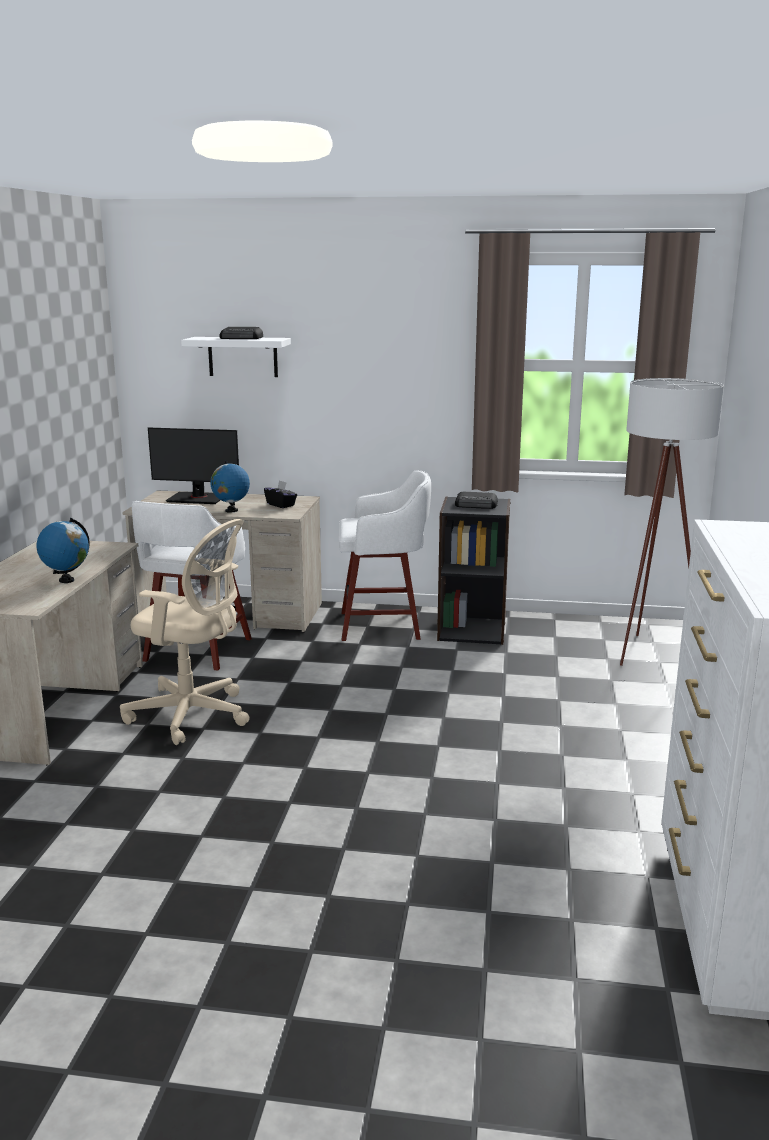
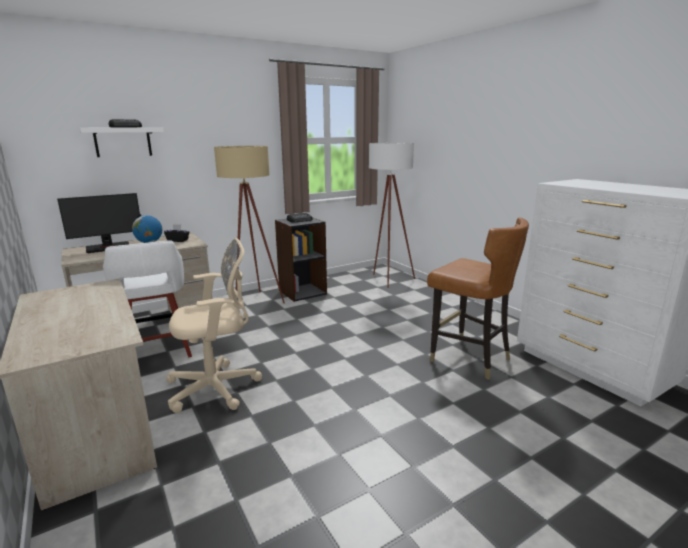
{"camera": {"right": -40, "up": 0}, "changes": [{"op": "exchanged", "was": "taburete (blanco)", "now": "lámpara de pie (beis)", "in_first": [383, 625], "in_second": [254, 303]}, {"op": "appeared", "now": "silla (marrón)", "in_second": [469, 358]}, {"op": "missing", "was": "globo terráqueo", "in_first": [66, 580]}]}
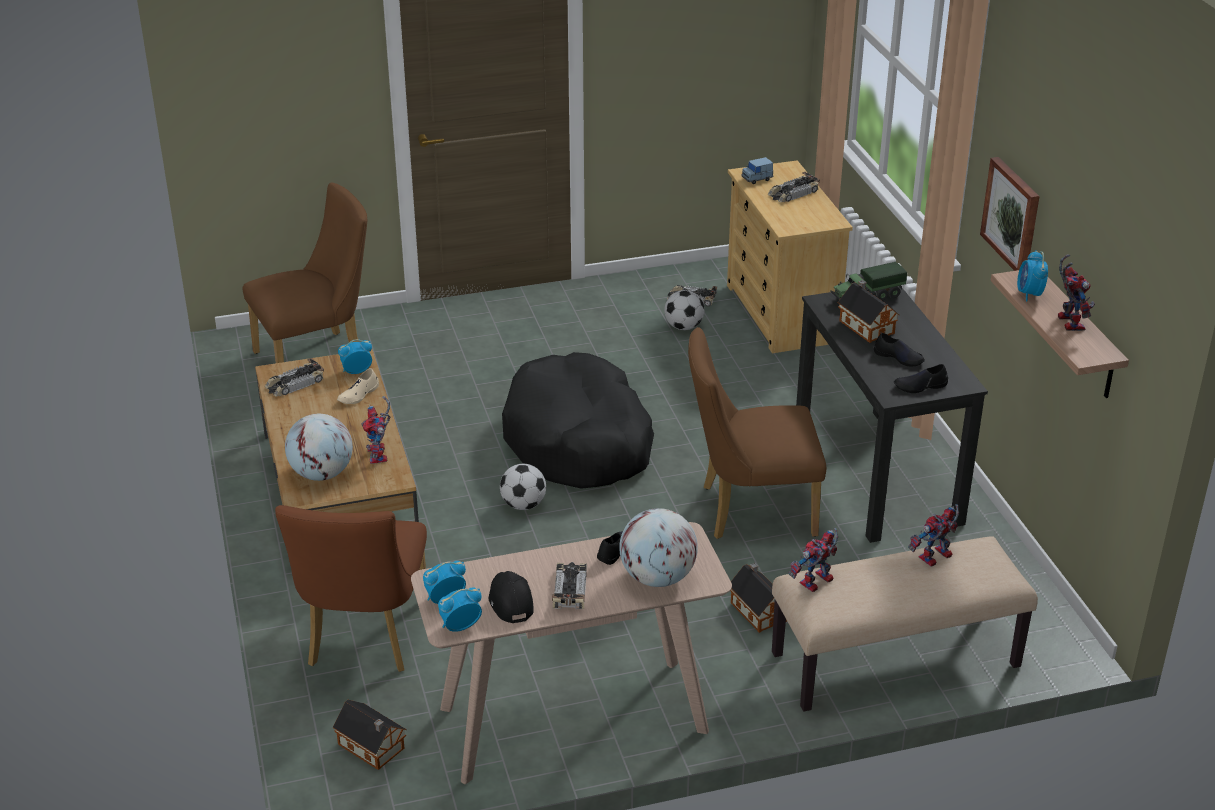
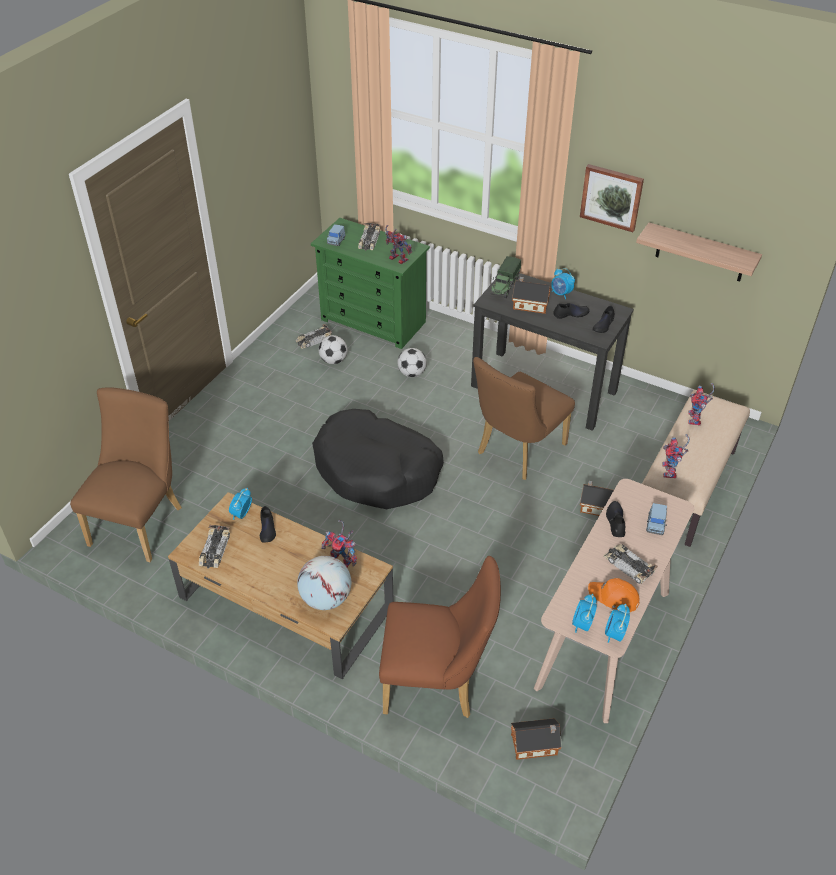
{"camera": {"right": -45, "up": 10}, "changes": [{"op": "colour", "was": "zapato (beis)", "now": "zapato (negro)", "in_first": [358, 395], "in_second": [267, 529]}, {"op": "colour", "was": "cómoda (beis)", "now": "cómoda (verde)", "in_first": [781, 314], "in_second": [373, 321]}, {"op": "spun", "was": "silla (marrón)", "in_first": [364, 639], "in_second": [437, 683], "clockwise": -45}, {"op": "relocated", "was": "robot de juguete", "in_first": [1067, 321], "in_second": [396, 259]}, {"op": "relocated", "was": "balón de fútbol", "in_first": [523, 505], "in_second": [412, 373]}, {"op": "relocated", "was": "despertador", "in_first": [1029, 294], "in_second": [561, 294]}, {"op": "colour", "was": "gorra (negro)", "now": "gorra (naranja)", "in_first": [510, 601], "in_second": [614, 598]}, {"op": "exchanged", "was": "globo terráqueo", "now": "coche de juguete (azul)", "in_first": [657, 578], "in_second": [655, 525]}]}
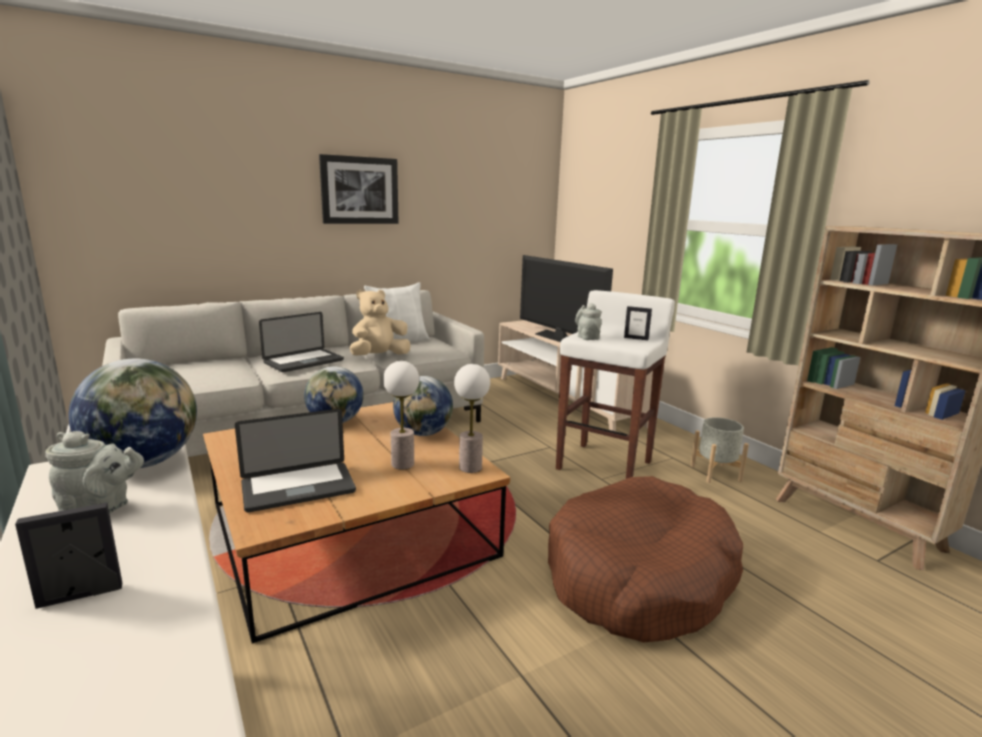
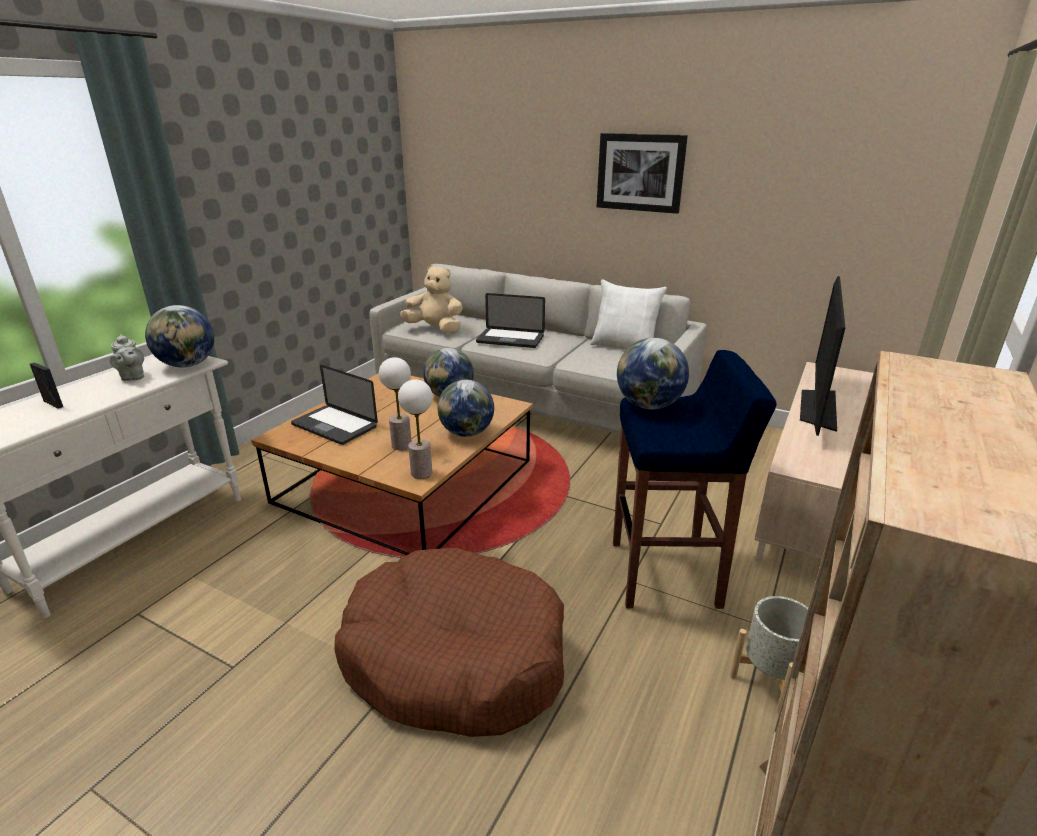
{"camera": {"right": 60, "up": 10}, "changes": [{"op": "relocated", "was": "peluche (beis)", "in_first": [379, 356], "in_second": [435, 329]}, {"op": "colour", "was": "taburete (blanco)", "now": "taburete (azul)", "in_first": [605, 465], "in_second": [666, 574]}, {"op": "exchanged", "was": "tetera (gris)", "now": "globo terráqueo", "in_first": [587, 337], "in_second": [648, 406]}, {"op": "missing", "was": "portarretratos", "in_first": [636, 338]}]}
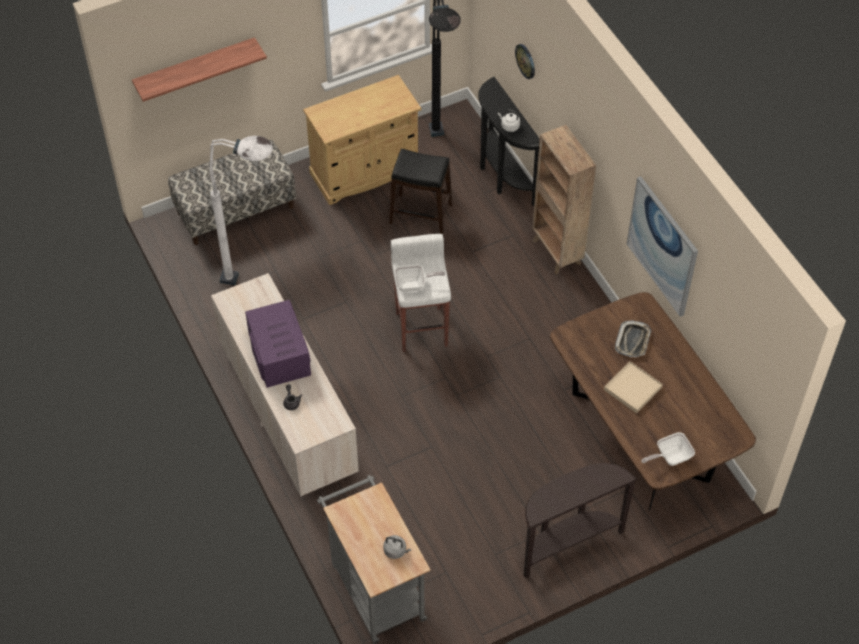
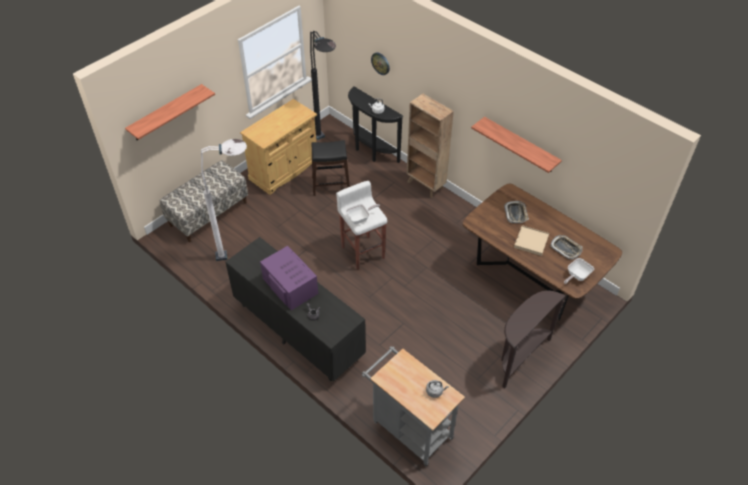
{"camera": {"right": -20, "up": -5}, "changes": [{"op": "colour", "was": "cómoda (beis)", "now": "cómoda (negro)", "in_first": [288, 413], "in_second": [298, 330]}, {"op": "exchanged", "was": "cuadro", "now": "estante", "in_first": [662, 246], "in_second": [520, 145]}, {"op": "appeared", "now": "bandeja", "in_second": [566, 248]}]}
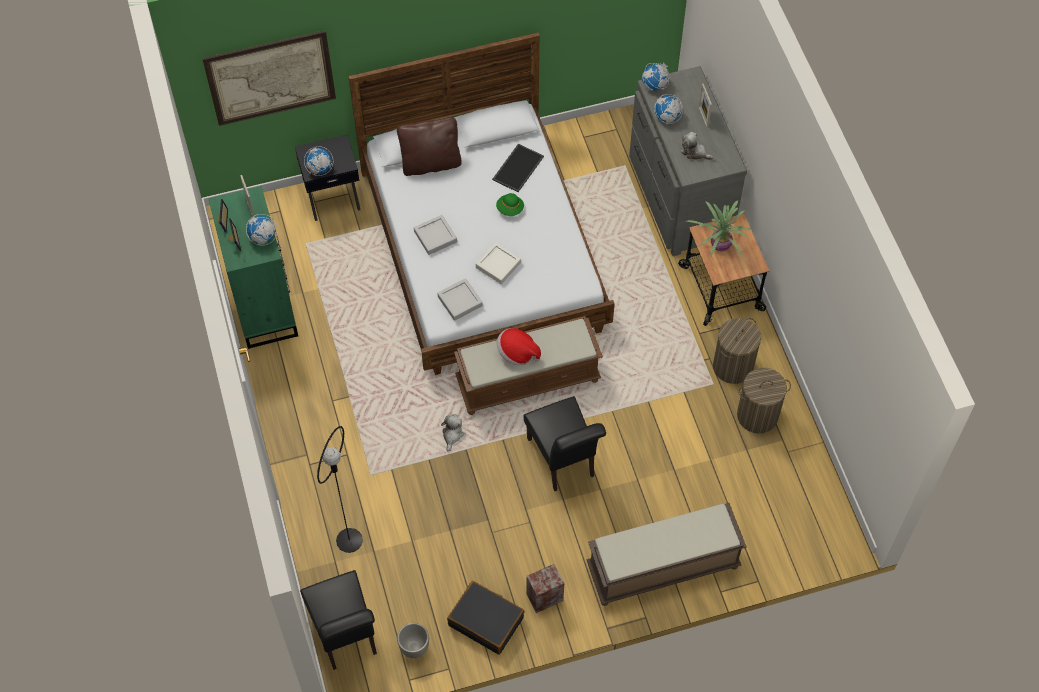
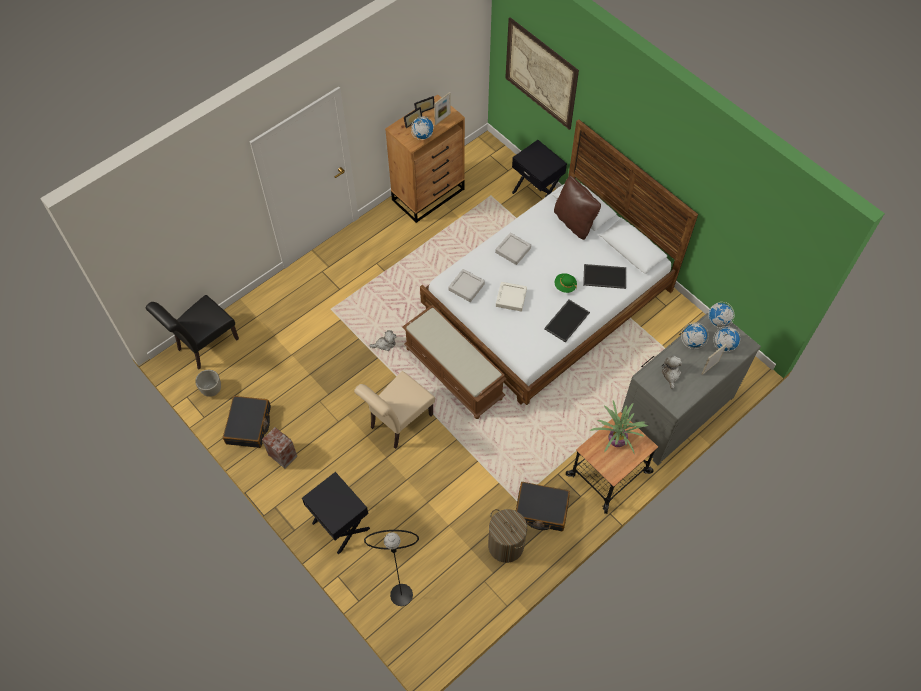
{"camera": {"right": 65, "up": 0}, "changes": [{"op": "exchanged", "was": "banco (marrón)", "now": "mesita de noche (negro)", "in_first": [662, 568], "in_second": [340, 526]}, {"op": "colour", "was": "silla (negro)", "now": "silla (beis)", "in_first": [563, 461], "in_second": [398, 423]}, {"op": "relocated", "was": "lámpara de pie (negro)", "in_first": [349, 540], "in_second": [401, 595]}, {"op": "colour", "was": "cómoda (verde)", "now": "cómoda (marrón)", "in_first": [264, 306], "in_second": [429, 194]}, {"op": "exchanged", "was": "cesto de la ropa", "now": "maleta (negro)", "in_first": [733, 366], "in_second": [541, 510]}, {"op": "appeared", "now": "bandeja", "in_second": [566, 320]}, {"op": "relocated", "was": "globo terráqueo", "in_first": [319, 169], "in_second": [724, 345]}, {"op": "missing", "was": "sombrero", "in_first": [517, 353]}]}
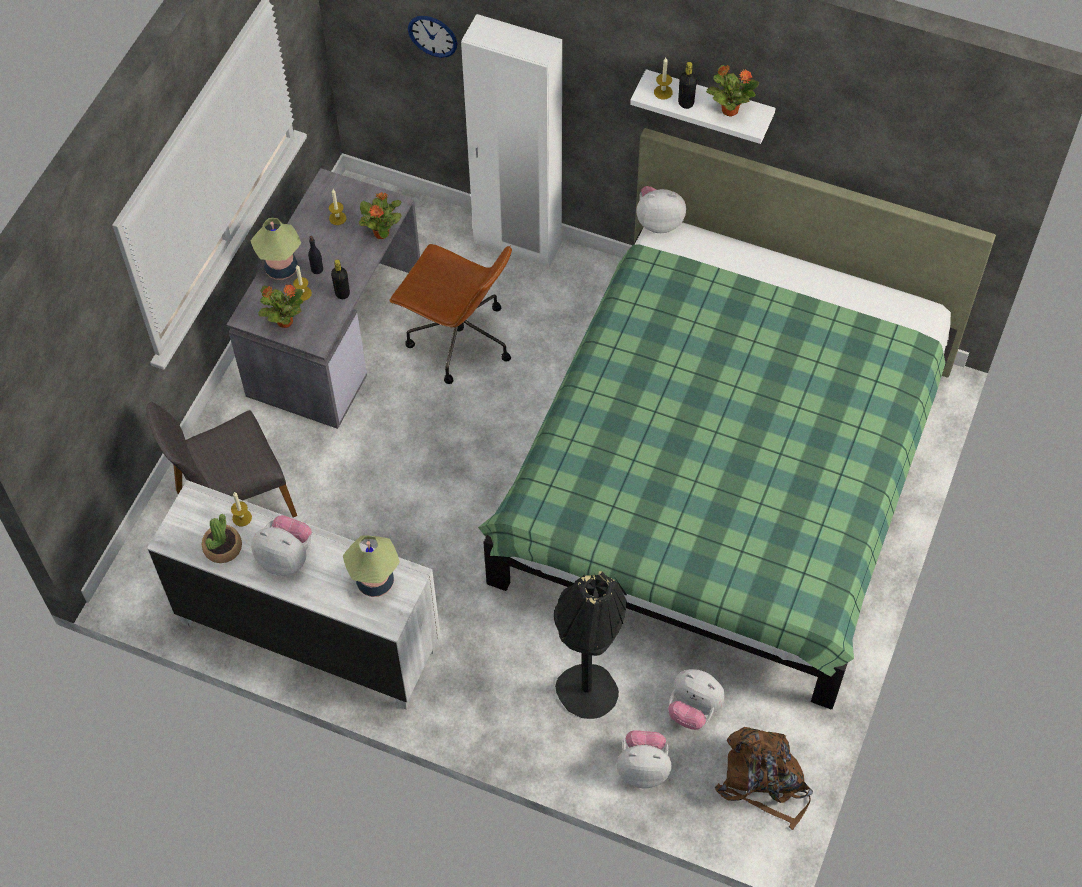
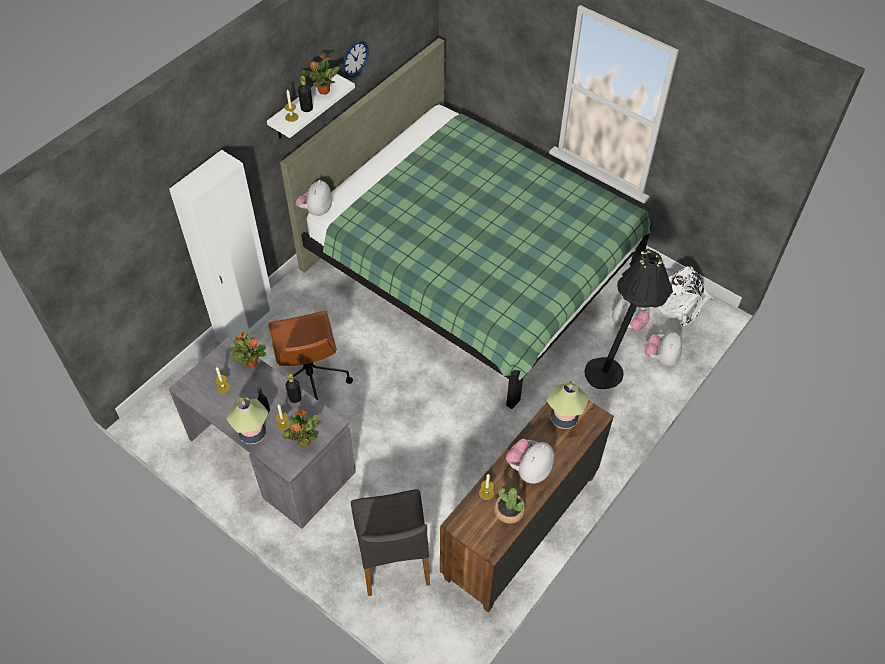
{"camera": {"right": -75, "up": -5}, "changes": [{"op": "spun", "was": "silla de oficina (marrón)", "in_first": [458, 339], "in_second": [311, 380], "clockwise": 120}, {"op": "relocated", "was": "reloj de pared", "in_first": [432, 36], "in_second": [355, 58]}, {"op": "colour", "was": "cómoda (blanco)", "now": "cómoda (marrón)", "in_first": [308, 634], "in_second": [520, 526]}, {"op": "colour", "was": "mochila (marrón)", "now": "mochila (blanco)", "in_first": [764, 780], "in_second": [680, 303]}]}
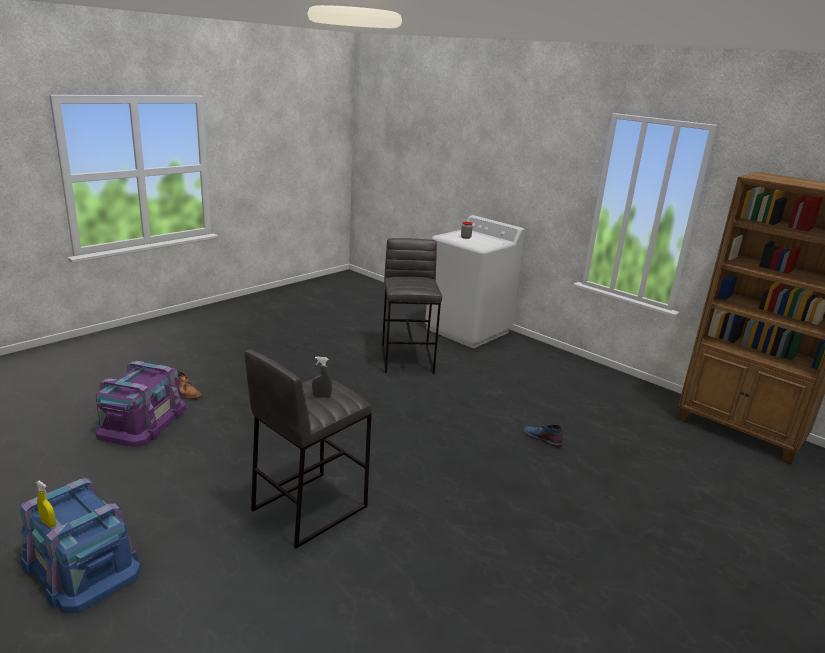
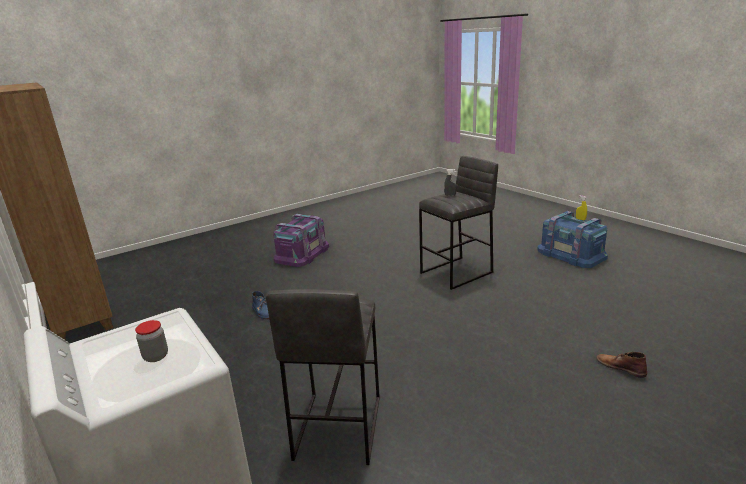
{"camera": {"right": -165, "up": 0}, "changes": [{"op": "relocated", "was": "caja de almacenaje (morado)", "in_first": [142, 421], "in_second": [302, 253]}]}
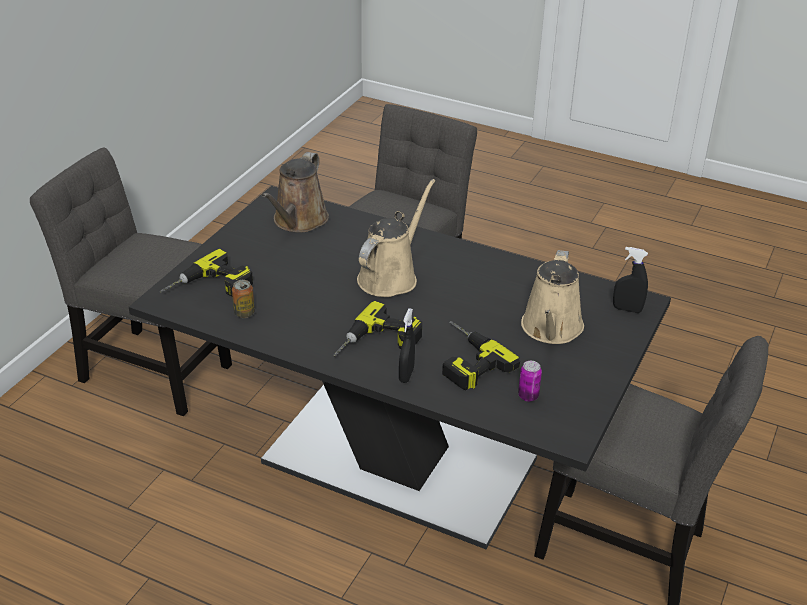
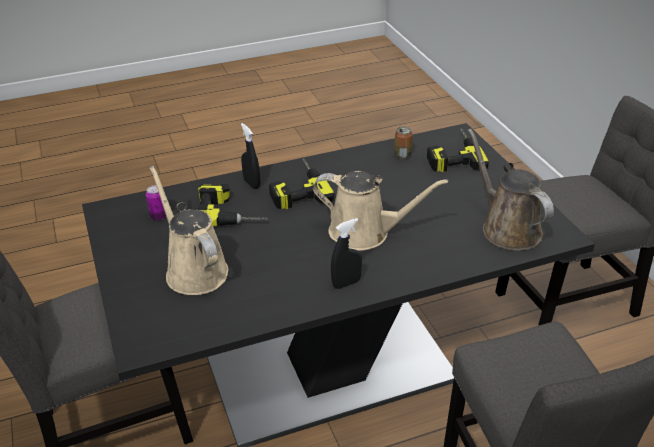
{"camera": {"right": 135, "up": 0}, "changes": [{"op": "spun", "was": "regadera (beis)", "in_first": [390, 276], "in_second": [365, 233], "clockwise": -60}, {"op": "relocated", "was": "pulverizador (negro)", "in_first": [627, 309], "in_second": [346, 283]}]}
